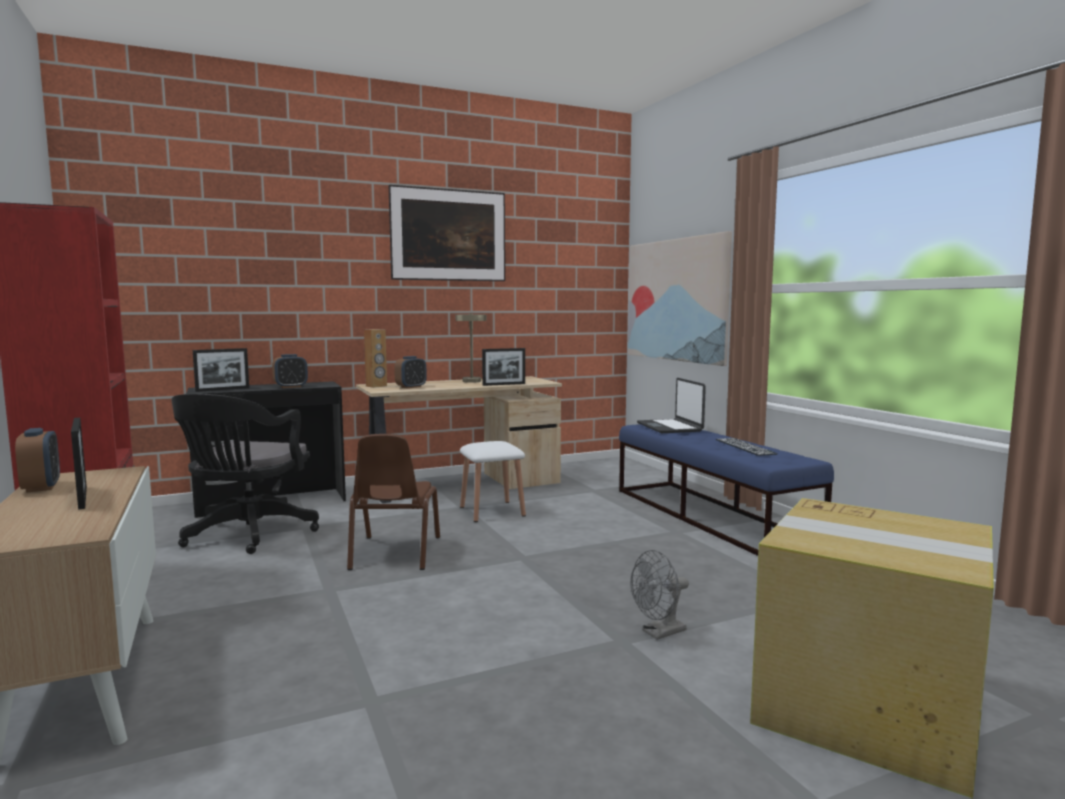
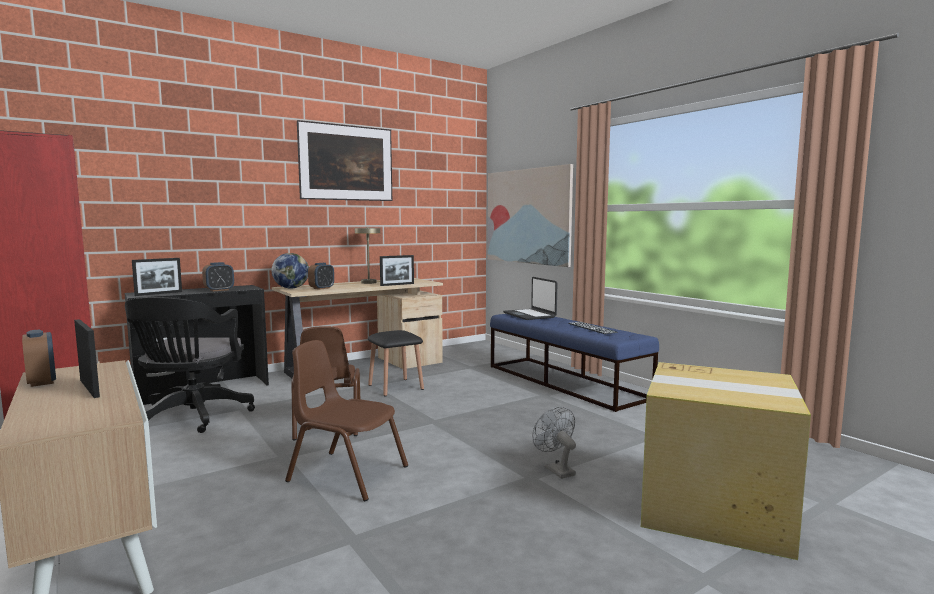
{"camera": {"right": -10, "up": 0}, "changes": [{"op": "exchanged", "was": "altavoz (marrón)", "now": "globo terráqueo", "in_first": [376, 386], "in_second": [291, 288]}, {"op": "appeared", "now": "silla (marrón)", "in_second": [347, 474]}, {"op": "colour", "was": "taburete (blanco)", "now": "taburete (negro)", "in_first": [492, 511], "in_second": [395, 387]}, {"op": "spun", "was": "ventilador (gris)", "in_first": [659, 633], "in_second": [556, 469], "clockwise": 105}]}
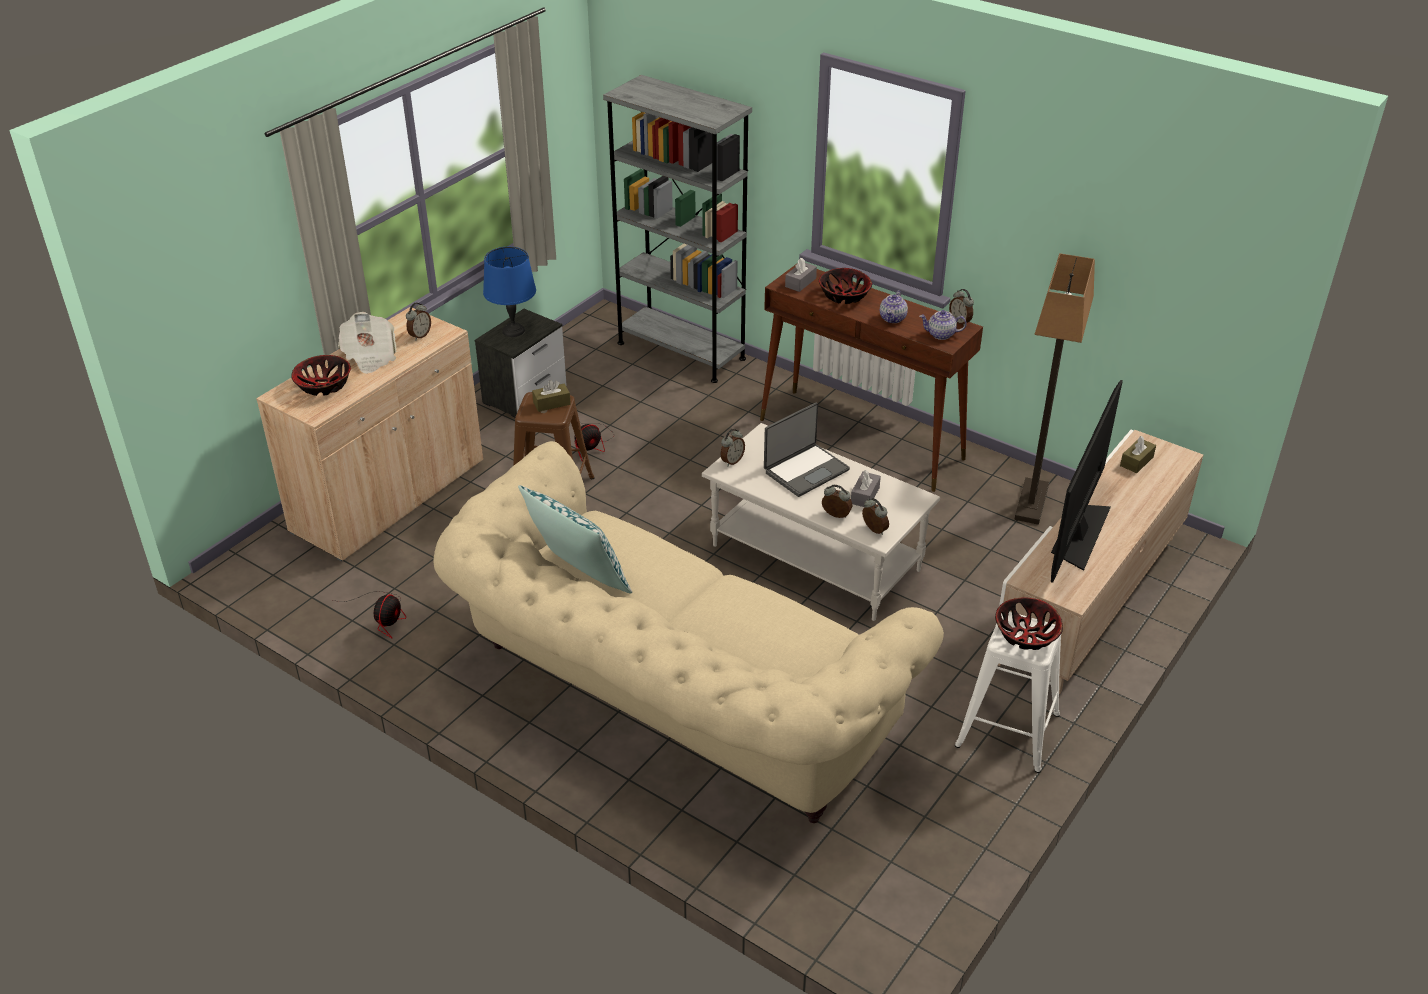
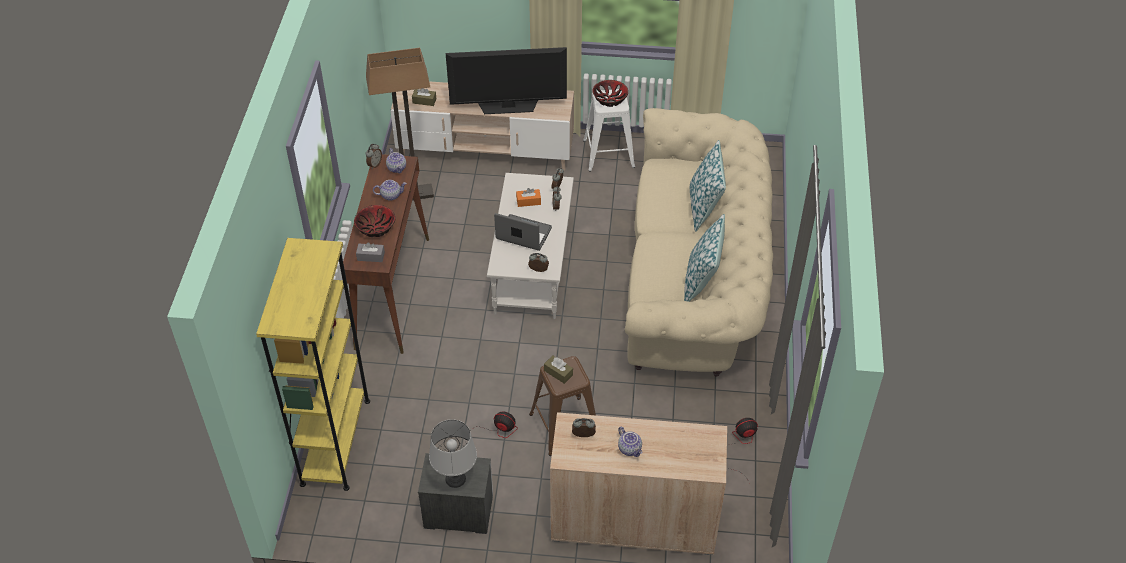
{"camera": {"right": -120, "up": 10}, "changes": [{"op": "colour", "was": "estantería (gris)", "now": "estantería (amarillo)", "in_first": [681, 351], "in_second": [335, 442]}, {"op": "colour", "was": "lámpara de mesa (azul)", "now": "lámpara de mesa (gris)", "in_first": [513, 330], "in_second": [455, 479]}, {"op": "colour", "was": "caja de pañuelos (gris)", "now": "caja de pañuelos (naranja)", "in_first": [865, 495], "in_second": [528, 201]}, {"op": "exchanged", "was": "periódico", "now": "tetera", "in_first": [370, 356], "in_second": [630, 449]}, {"op": "appeared", "now": "cojín", "in_second": [704, 207]}, {"op": "missing", "was": "cuenco", "in_first": [324, 386]}]}
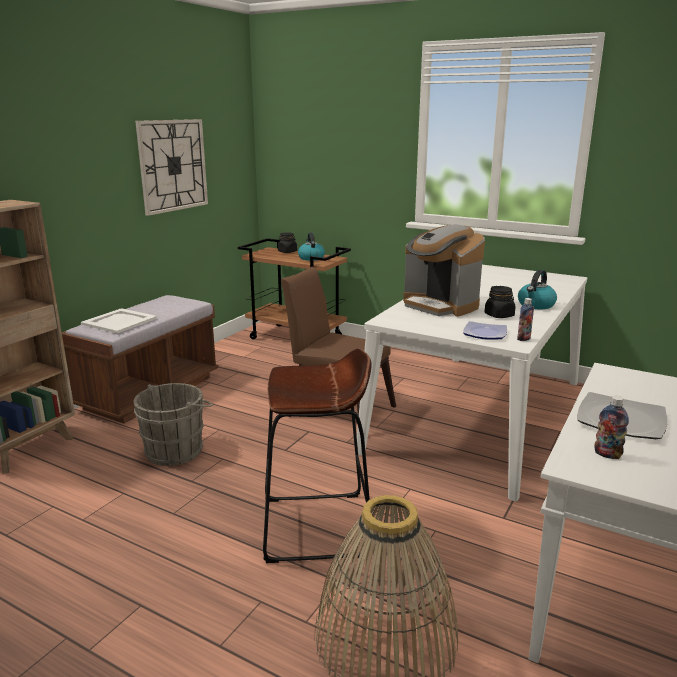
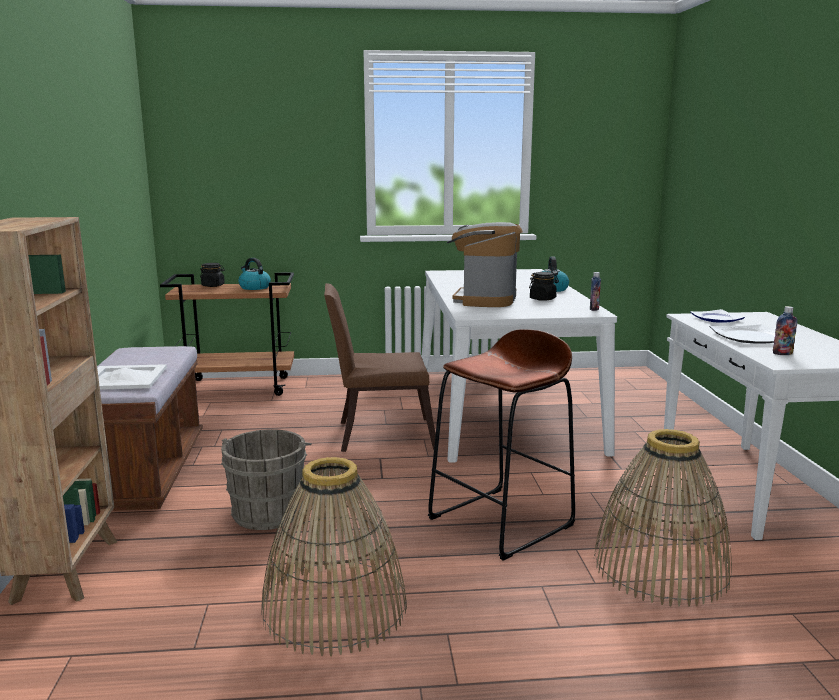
{"camera": {"right": -35, "up": -5}, "changes": [{"op": "appeared", "now": "cesta", "in_second": [334, 608]}, {"op": "spun", "was": "cafetera", "in_first": [440, 305], "in_second": [484, 300], "clockwise": 90}, {"op": "relocated", "was": "plato", "in_first": [485, 334], "in_second": [717, 319]}, {"op": "missing", "was": "reloj de pared", "in_first": [173, 165]}]}
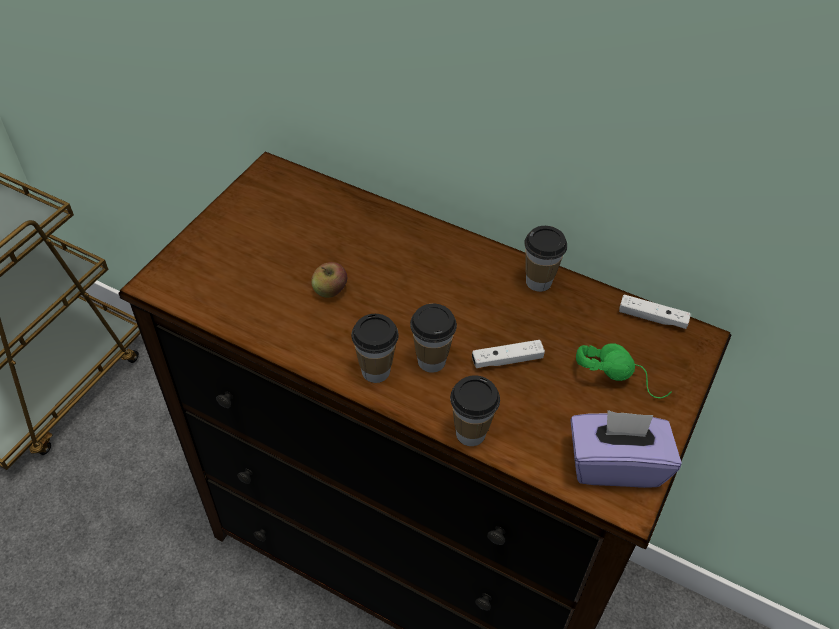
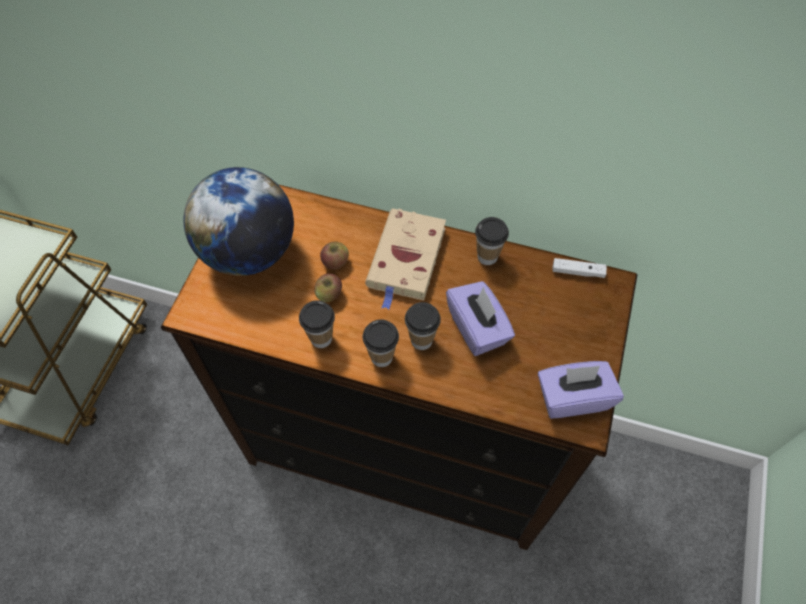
{"camera": {"right": -10, "up": 10}, "changes": [{"op": "appeared", "now": "globo terráqueo", "in_second": [249, 252]}, {"op": "relocated", "was": "taza", "in_first": [470, 433], "in_second": [321, 338]}, {"op": "appeared", "now": "manzana", "in_second": [335, 262]}, {"op": "appeared", "now": "libro (beis)", "in_second": [406, 260]}, {"op": "exchanged", "was": "mando de consola (blanco)", "now": "caja de pañuelos (morado)", "in_first": [507, 360], "in_second": [477, 328]}, {"op": "missing", "was": "auriculares (verde)", "in_first": [620, 375]}]}
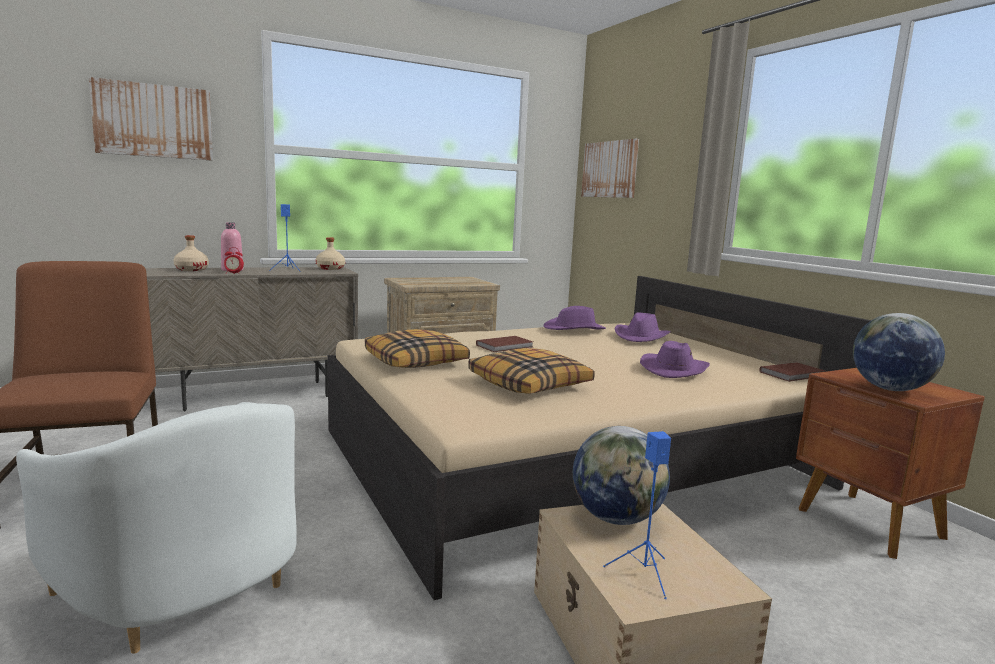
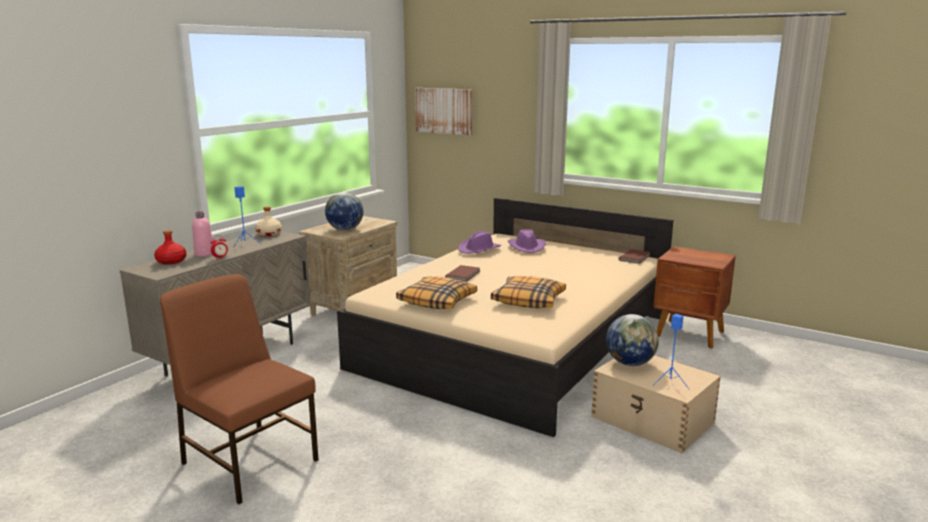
{"camera": {"right": -30, "up": 5}, "changes": [{"op": "colour", "was": "botella (beis)", "now": "botella (rojo)", "in_first": [191, 269], "in_second": [171, 261]}, {"op": "relocated", "was": "globo terráqueo", "in_first": [889, 389], "in_second": [345, 229]}, {"op": "missing", "was": "sillón (blanco)", "in_first": [185, 587]}, {"op": "missing", "was": "cuadro", "in_first": [154, 121]}, {"op": "missing", "was": "sombrero (morado)", "in_first": [674, 369]}]}
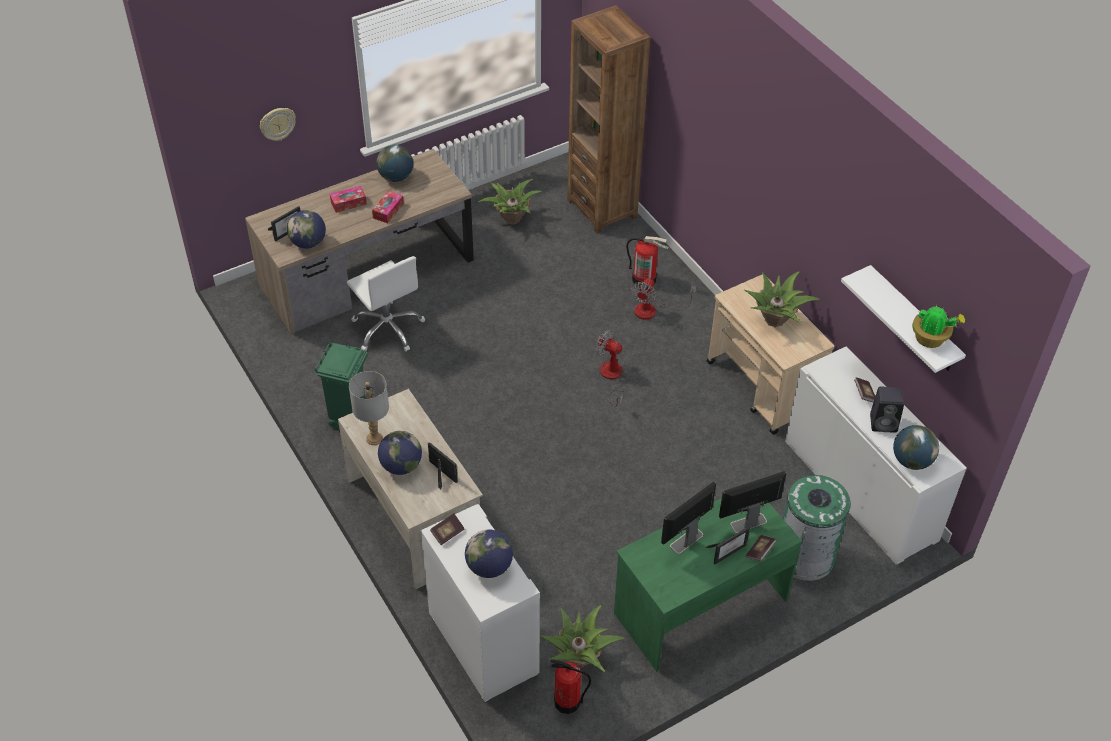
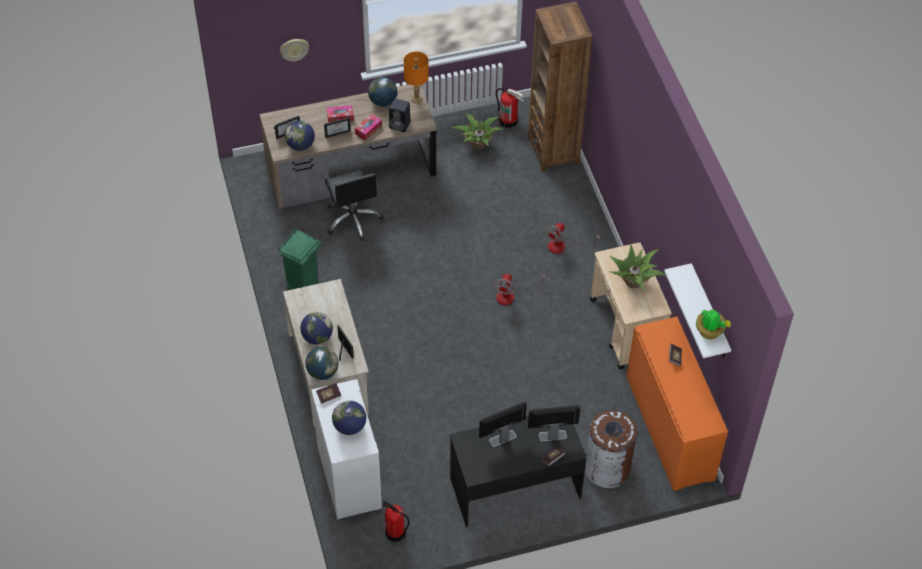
{"camera": {"right": 15, "up": 5}, "changes": [{"op": "relocated", "was": "globo terráqueo", "in_first": [911, 461], "in_second": [322, 372]}, {"op": "relocated", "was": "portarretratos", "in_first": [728, 550], "in_second": [337, 132]}, {"op": "colour", "was": "silla de oficina (blanco)", "now": "silla de oficina (negro)", "in_first": [388, 328], "in_second": [353, 219]}, {"op": "relocated", "was": "altavoz (negro)", "in_first": [884, 423], "in_second": [400, 125]}, {"op": "appeared", "now": "lámpara de mesa (naranja)", "in_second": [416, 99]}, {"op": "colour", "was": "escritorio (verde)", "now": "escritorio (negro)", "in_first": [699, 605], "in_second": [515, 487]}, {"op": "spun", "was": "ventilador", "in_first": [612, 377], "in_second": [511, 296], "clockwise": -120}, {"op": "relocated", "was": "extintor", "in_first": [644, 279], "in_second": [508, 120]}, {"op": "colour", "was": "papelera (verde)", "now": "papelera (marrón)", "in_first": [805, 556], "in_second": [607, 468]}, {"op": "colour", "was": "armario (blanco)", "now": "armario (naranja)", "in_first": [860, 490], "in_second": [669, 428]}, {"op": "missing", "was": "lámpara de mesa (gris)", "in_first": [374, 438]}, {"op": "missing", "was": "planta en maceta", "in_first": [580, 658]}]}
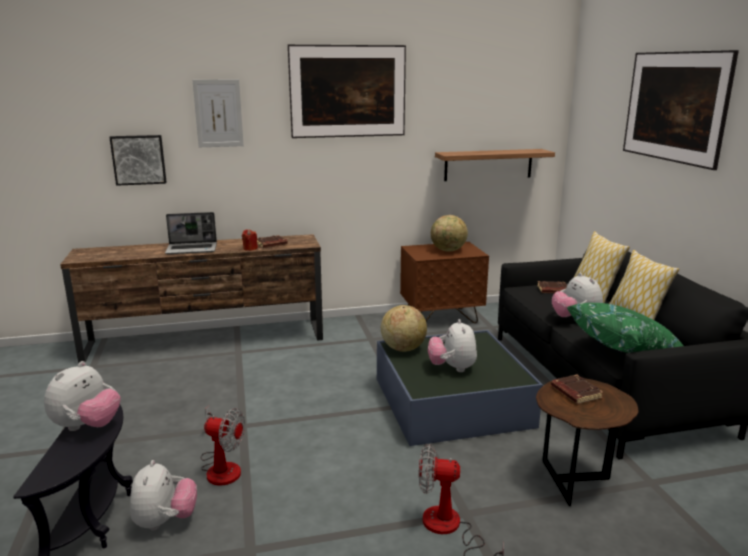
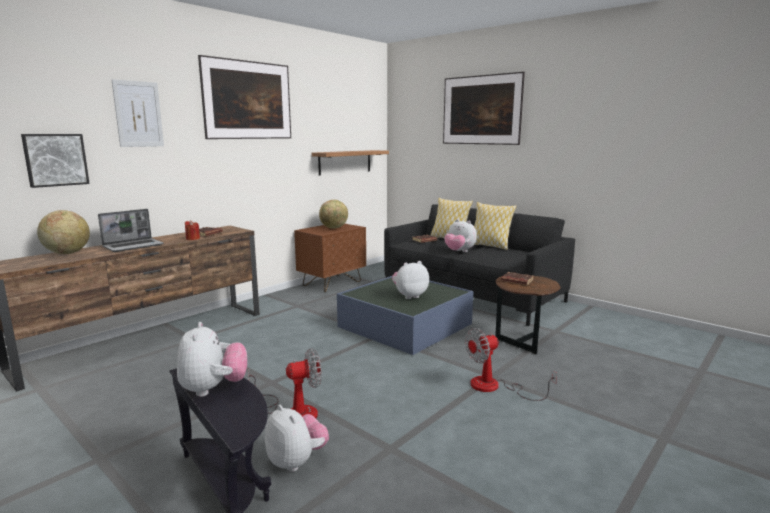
{"camera": {"right": -35, "up": -5}, "changes": [{"op": "relocated", "was": "globo terráqueo", "in_first": [403, 349], "in_second": [67, 253]}, {"op": "spun", "was": "peluche", "in_first": [452, 368], "in_second": [409, 296], "clockwise": 105}, {"op": "missing", "was": "cojín (verde)", "in_first": [625, 349]}]}
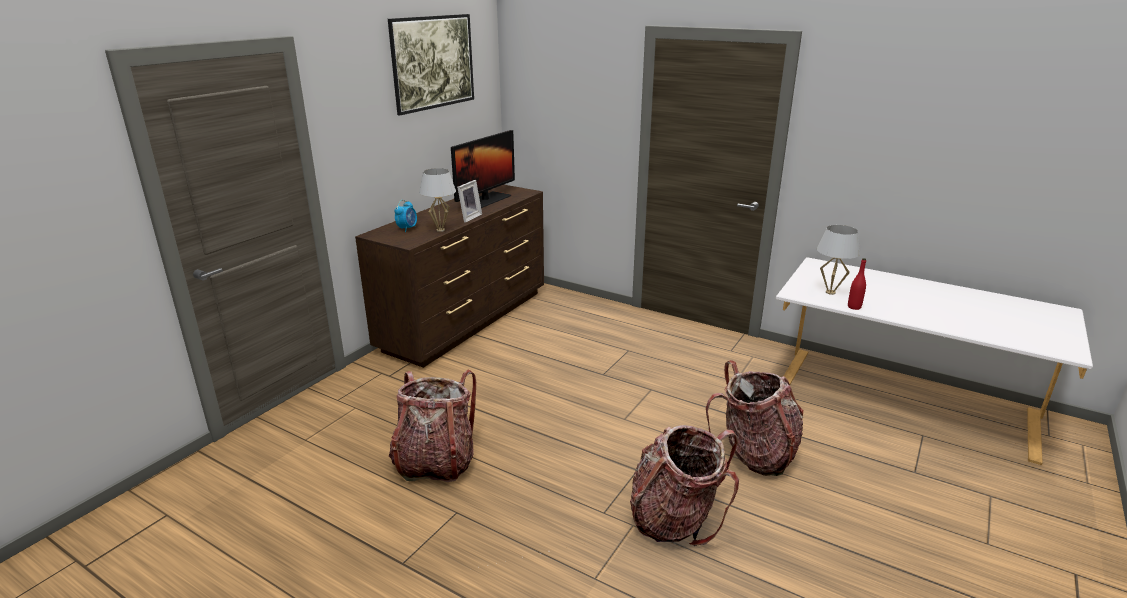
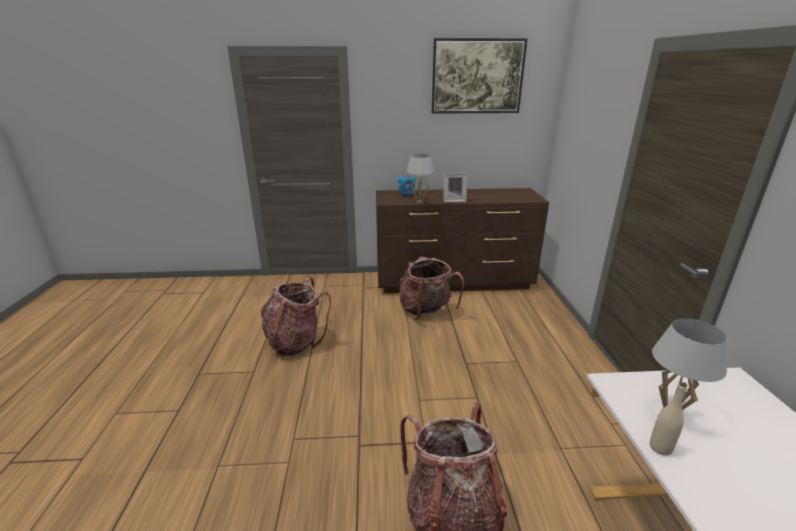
{"camera": {"right": 55, "up": 0}, "changes": [{"op": "relocated", "was": "mochila", "in_first": [676, 519], "in_second": [426, 310]}, {"op": "colour", "was": "botella (rojo)", "now": "botella (beis)", "in_first": [854, 307], "in_second": [660, 448]}, {"op": "missing", "was": "monitor", "in_first": [486, 200]}]}
